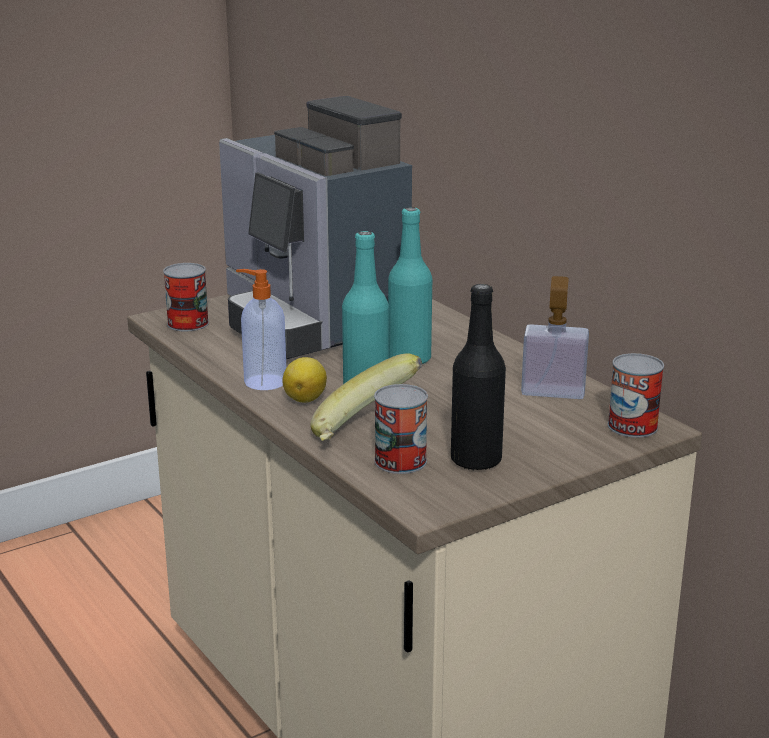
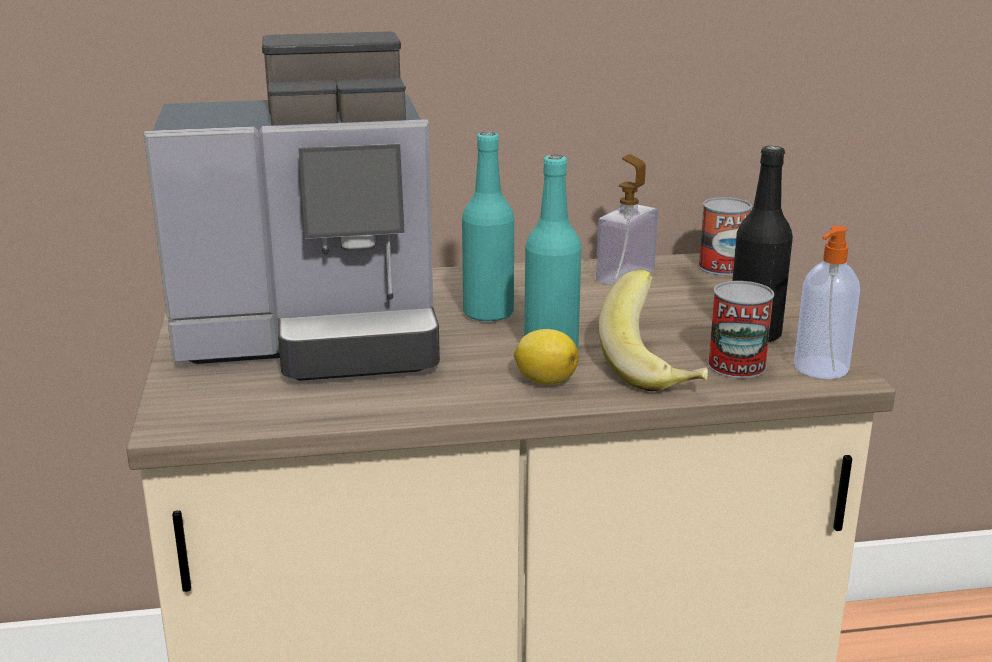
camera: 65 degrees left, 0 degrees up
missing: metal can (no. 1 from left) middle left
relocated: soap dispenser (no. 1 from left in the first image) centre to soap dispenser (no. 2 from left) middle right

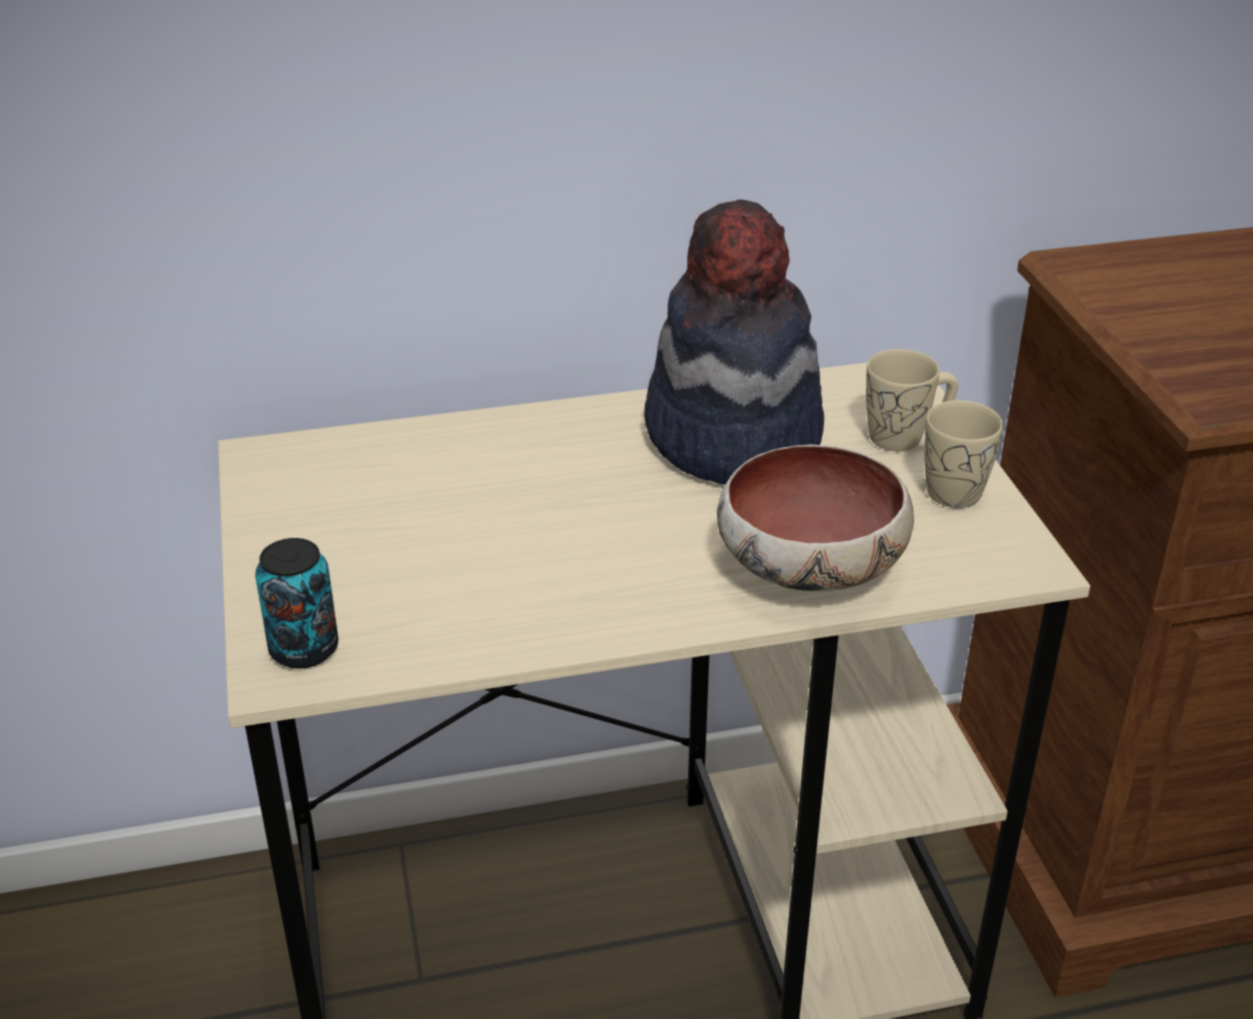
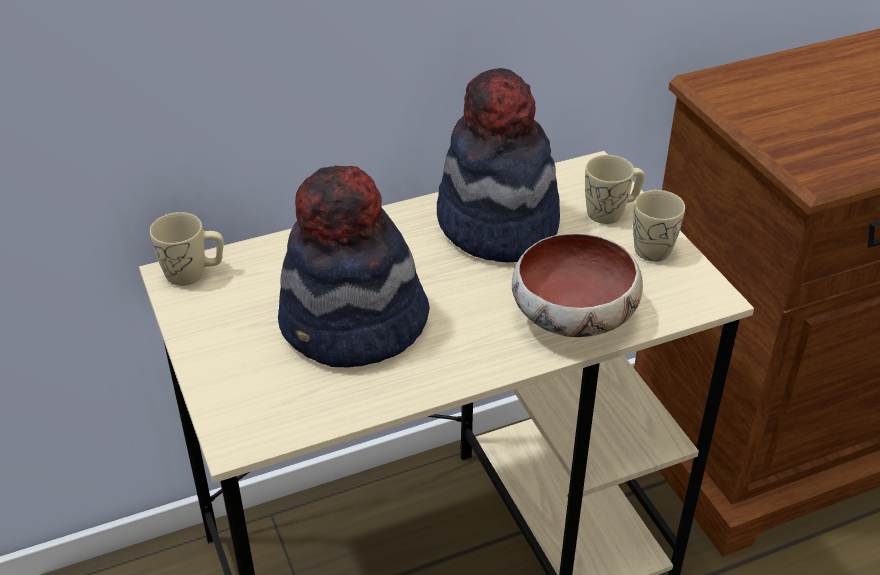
camera: 10 degrees left, 5 degrees up
missing: metal can middle left
appeared: wearable hat (no. 1 from left) centre; tea mug in beige-coloured (no. 1 from left) middle left

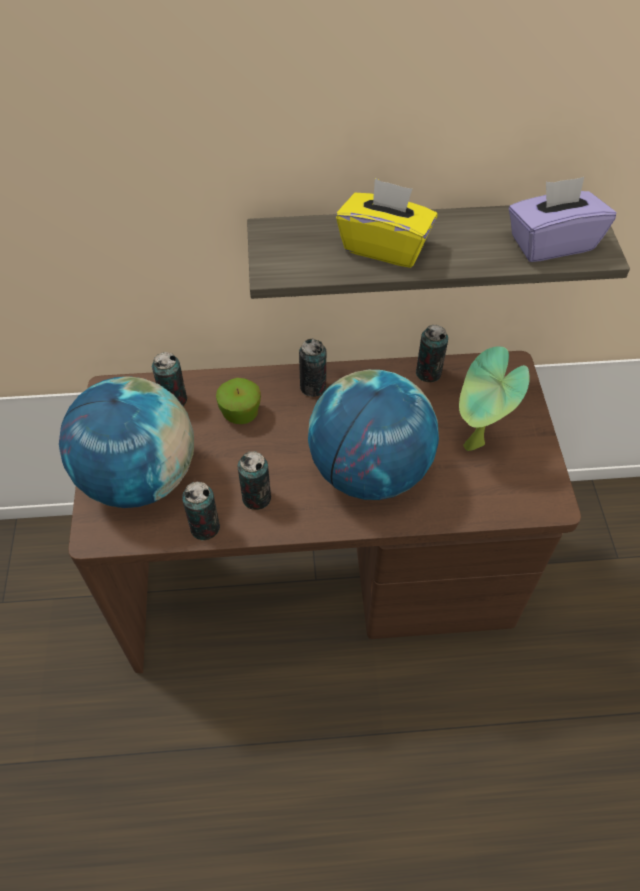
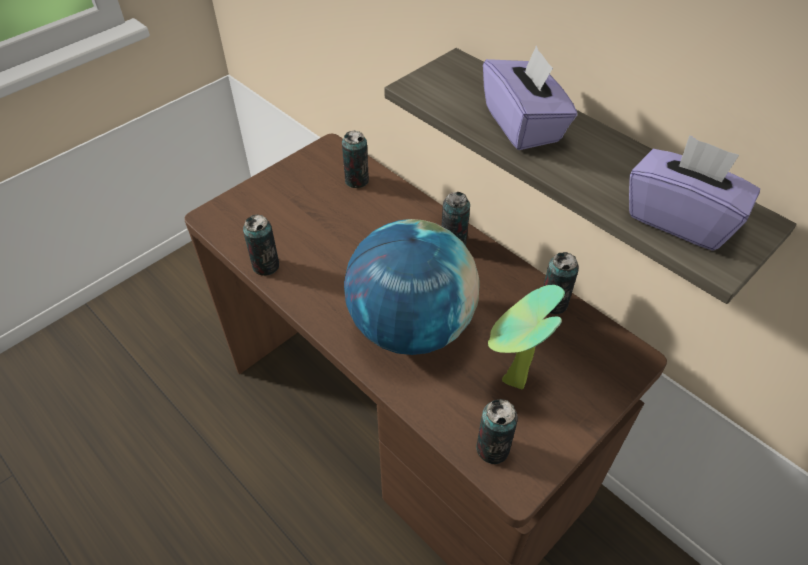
camera: 50 degrees right, 5 degrees down
missing: world globe (no. 1 from left) middle left; apple centre
relocated: metal can (no. 3 from left in the first image) centre to metal can (no. 4 from left) bottom centre
colour: tissue holder in yellow top centre to tissue holder in purple-coloured (no. 1 from left) top centre

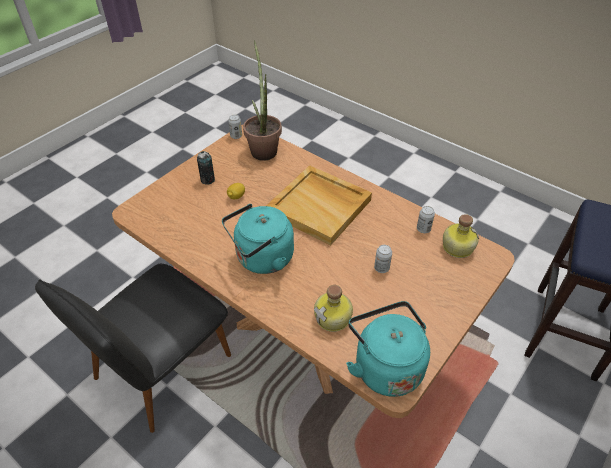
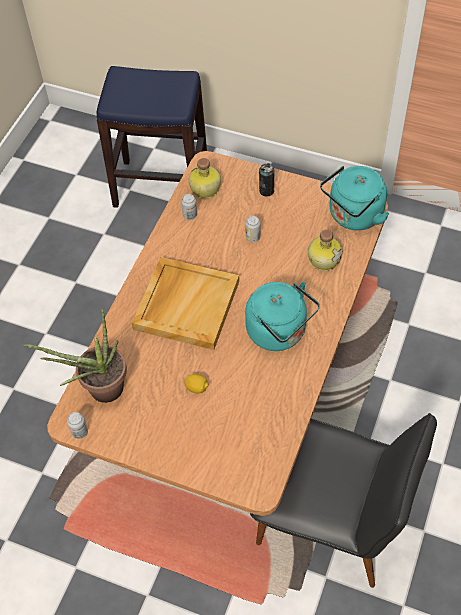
camera: 105 degrees left, 10 degrees up
relocated: metal can (no. 1 from left in the first image) centre to metal can (no. 4 from left) top centre

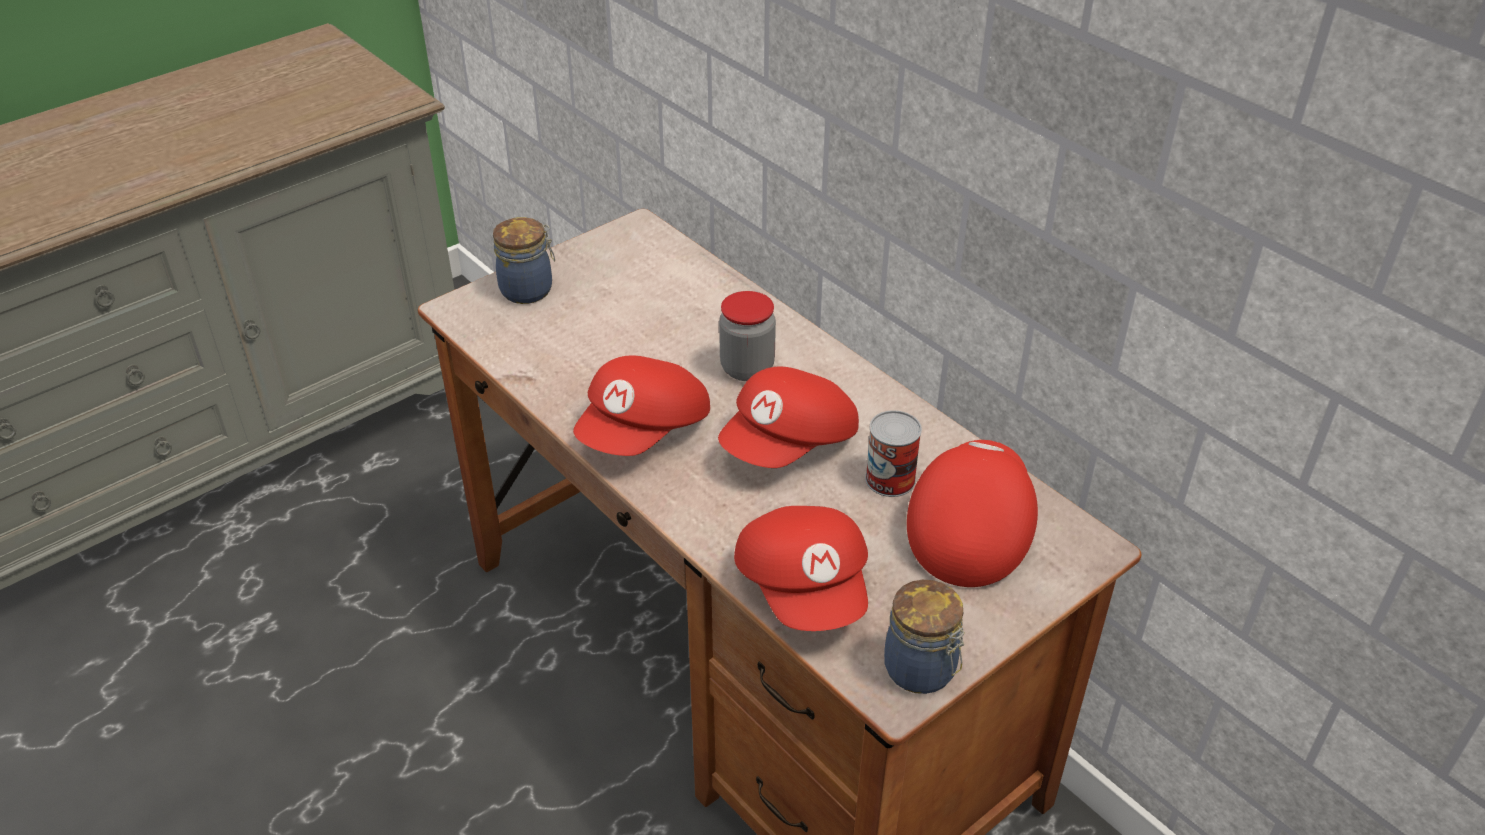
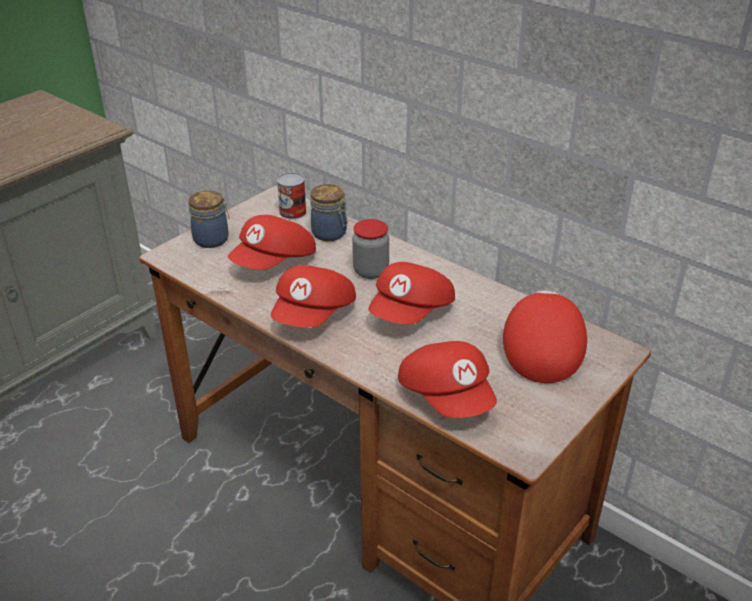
camera: 10 degrees left, 5 degrees down
appeared: baseball cap in reddish (no. 1 from left) centre
relocated: metal can centre to top centre; storage jar (no. 3 from left in the first image) bottom centre to storage jar (no. 2 from left) centre

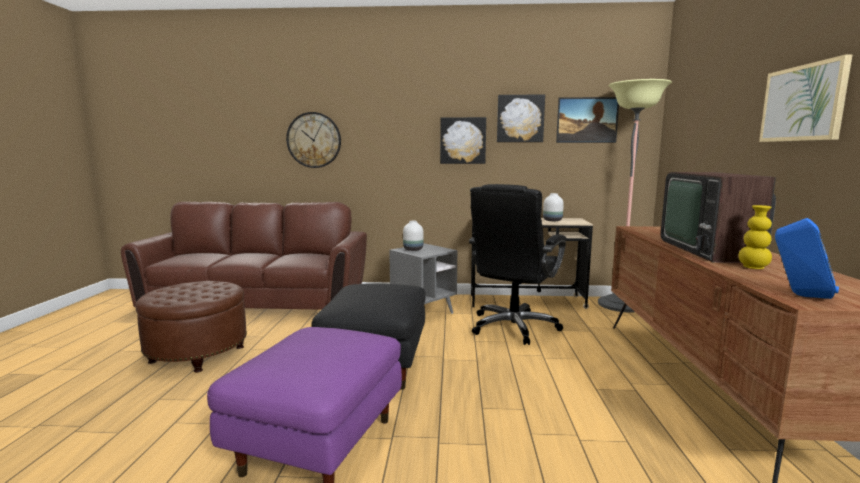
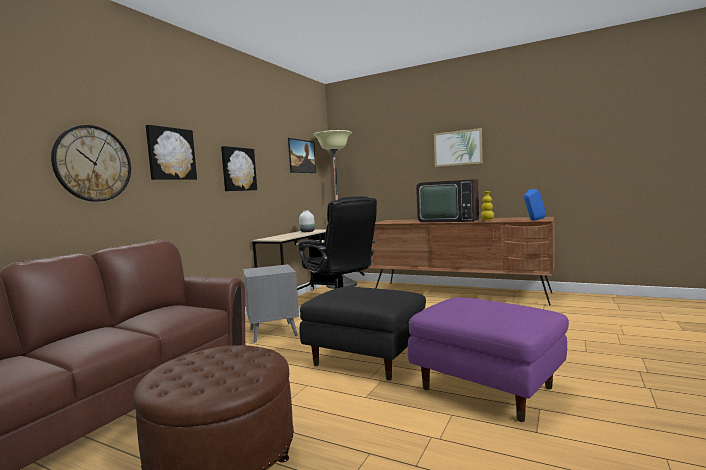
camera: 65 degrees left, 5 degrees down
missing: vase in whitish (no. 1 from left) centre
relocated: wall picture (no. 2 from left in the first image) top centre to wall picture (no. 1 from left) top left

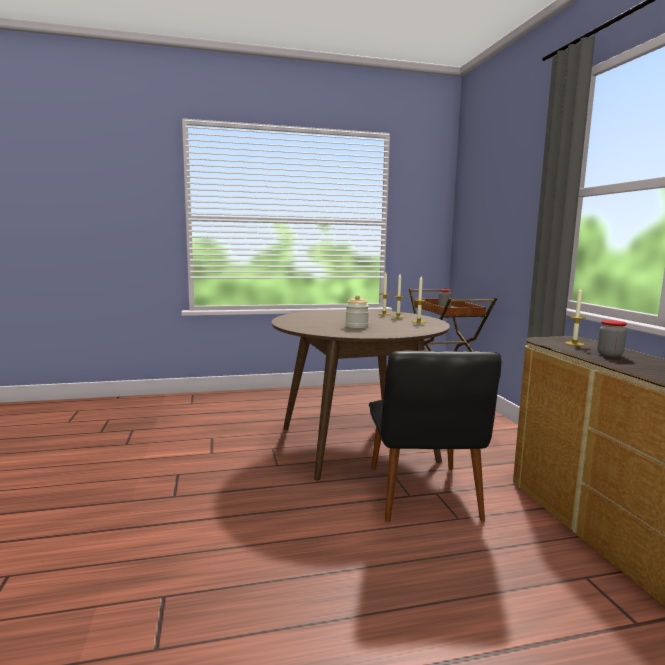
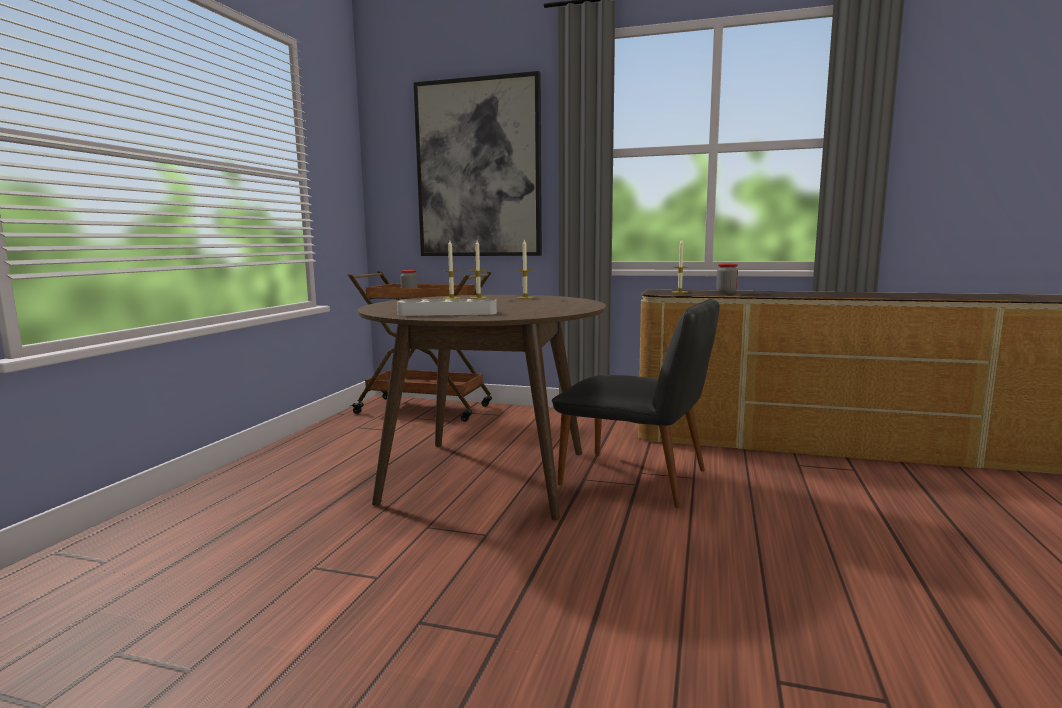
camera: 60 degrees left, 0 degrees up
missing: storage jar (no. 1 from left) centre
appeared: wall picture top centre; serving tray in greyish centre

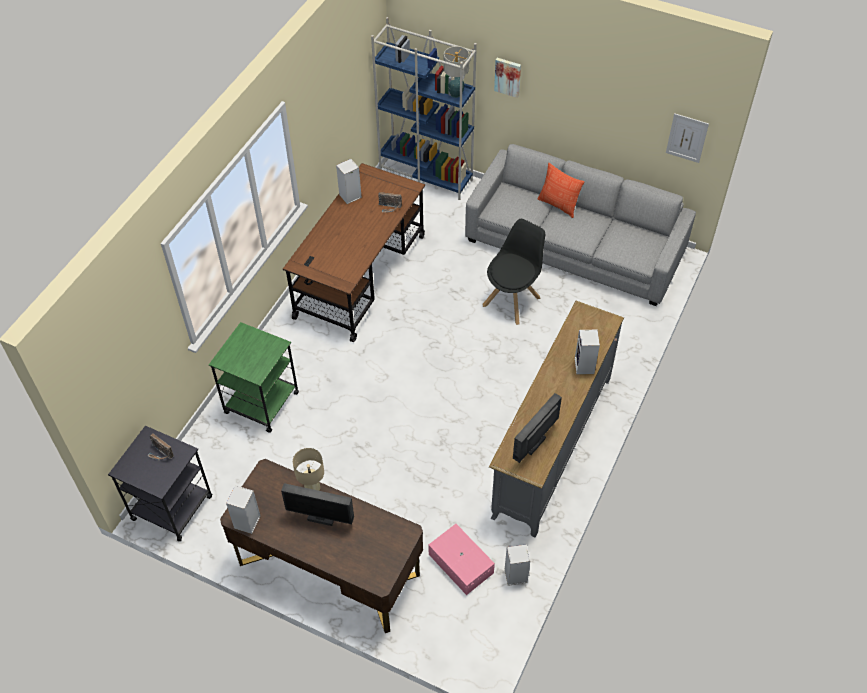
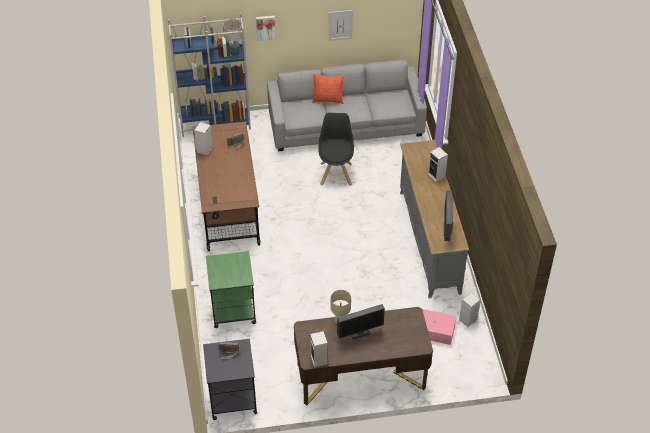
camera: 35 degrees left, 5 degrees down
relocated: wall picture (no. 2 from left) top right to top centre

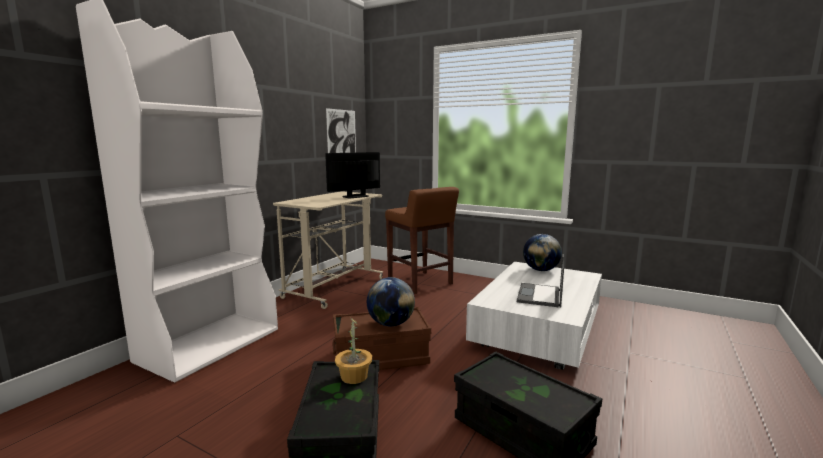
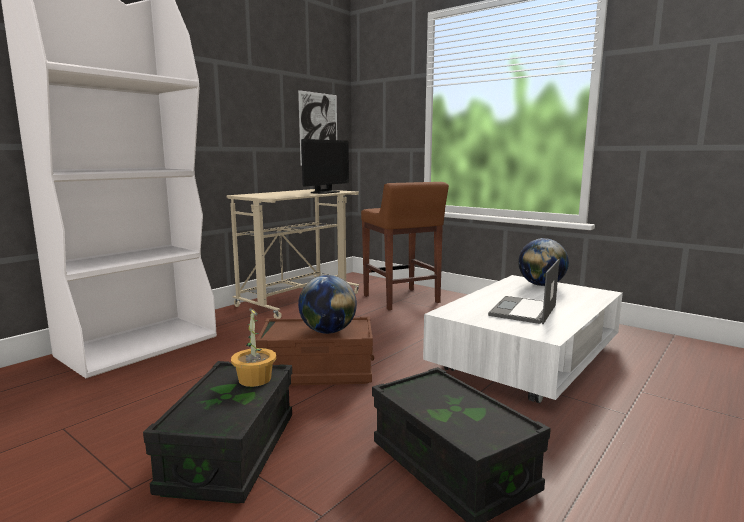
camera: 10 degrees right, 0 degrees up
spun: computer display centre = top centre 150 degrees clockwise

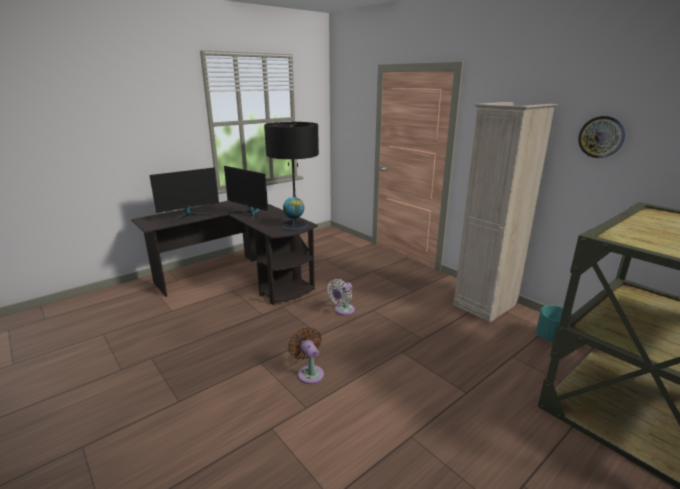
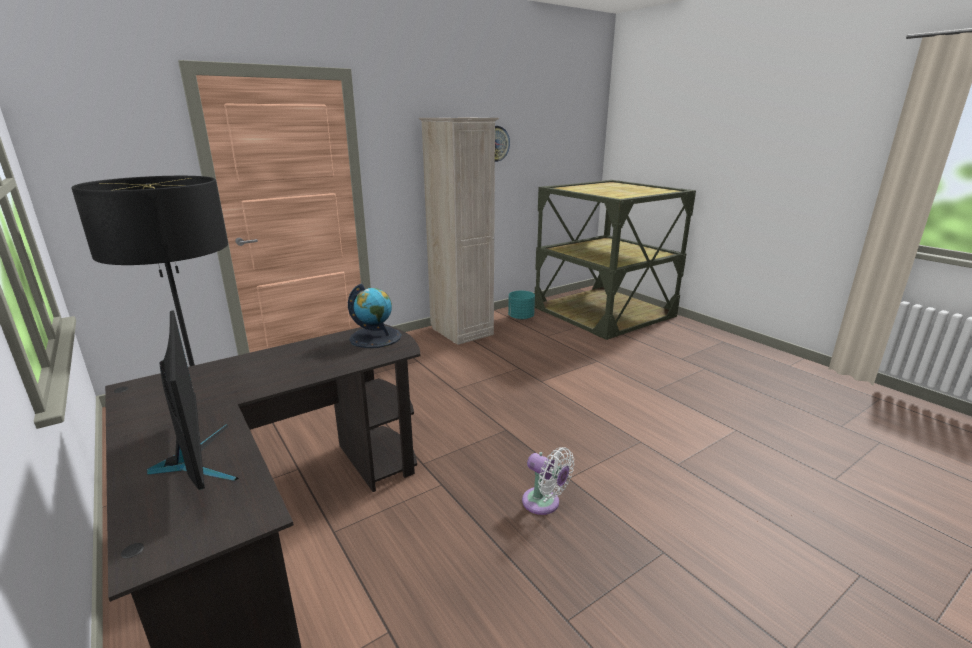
camera: 85 degrees left, 0 degrees up
missing: computer display (no. 2 from left) centre; electric fan in brownish bottom centre
relocated: electric fan in whitish centre to bottom centre

